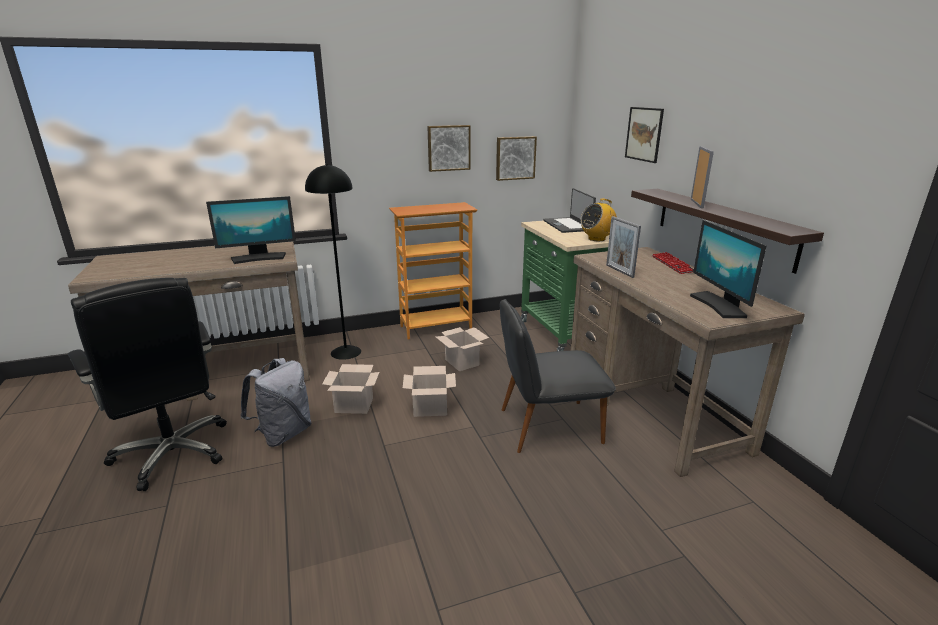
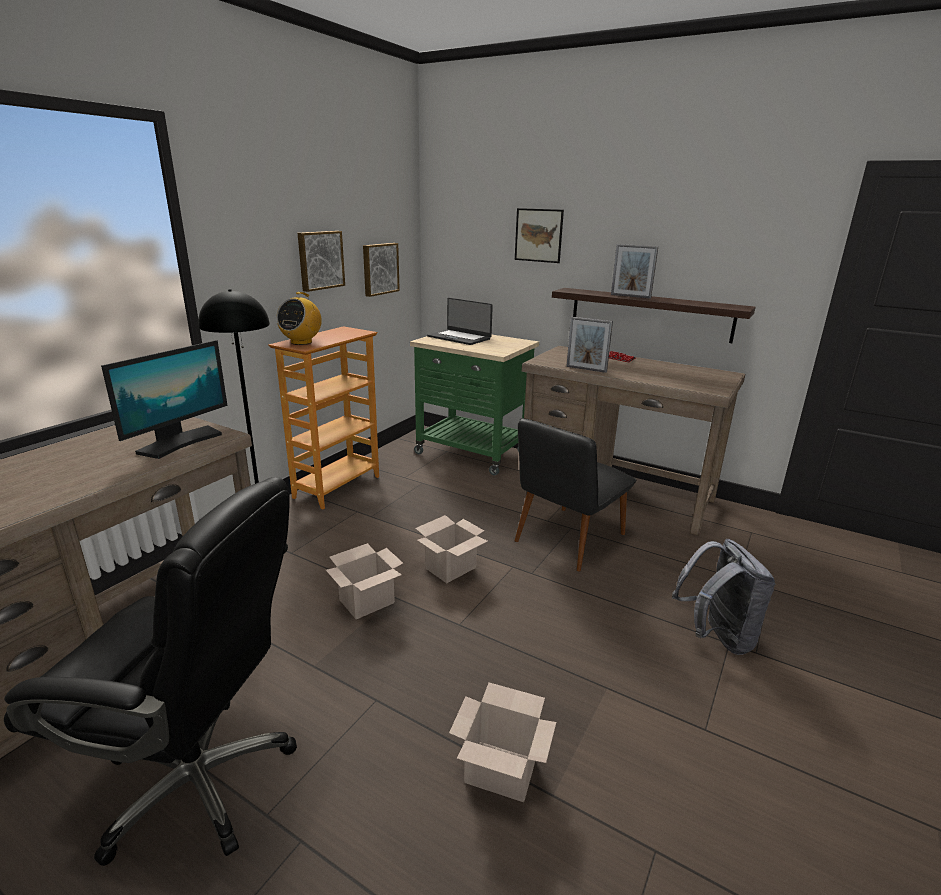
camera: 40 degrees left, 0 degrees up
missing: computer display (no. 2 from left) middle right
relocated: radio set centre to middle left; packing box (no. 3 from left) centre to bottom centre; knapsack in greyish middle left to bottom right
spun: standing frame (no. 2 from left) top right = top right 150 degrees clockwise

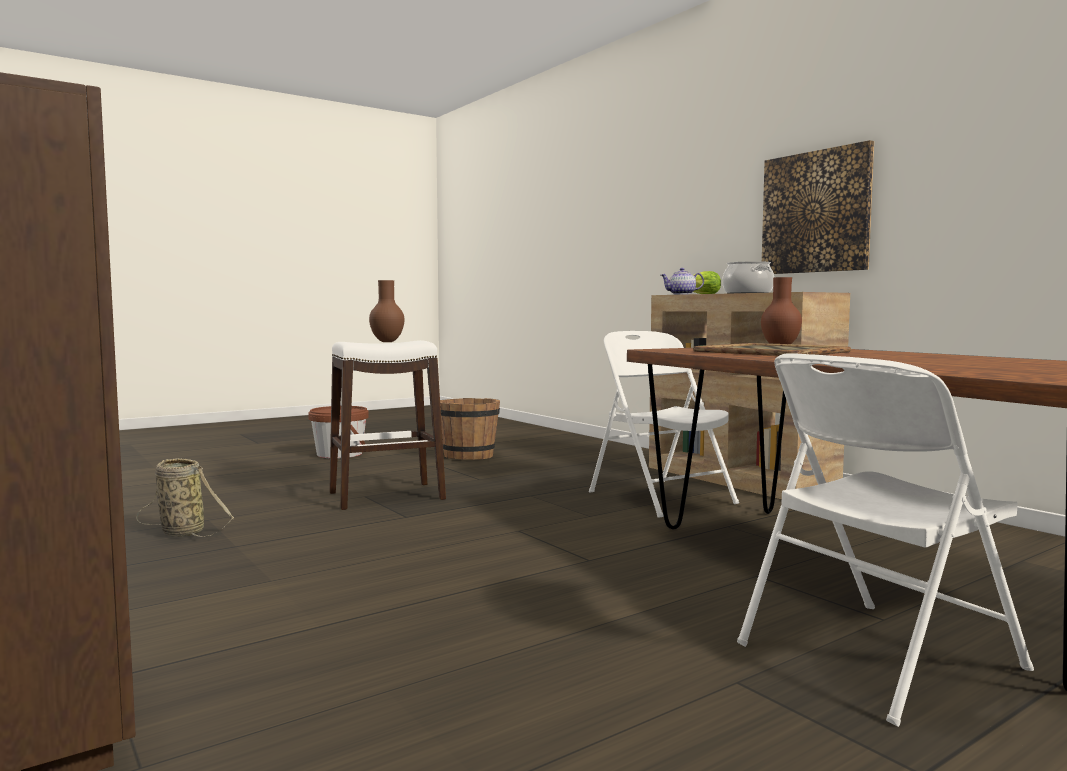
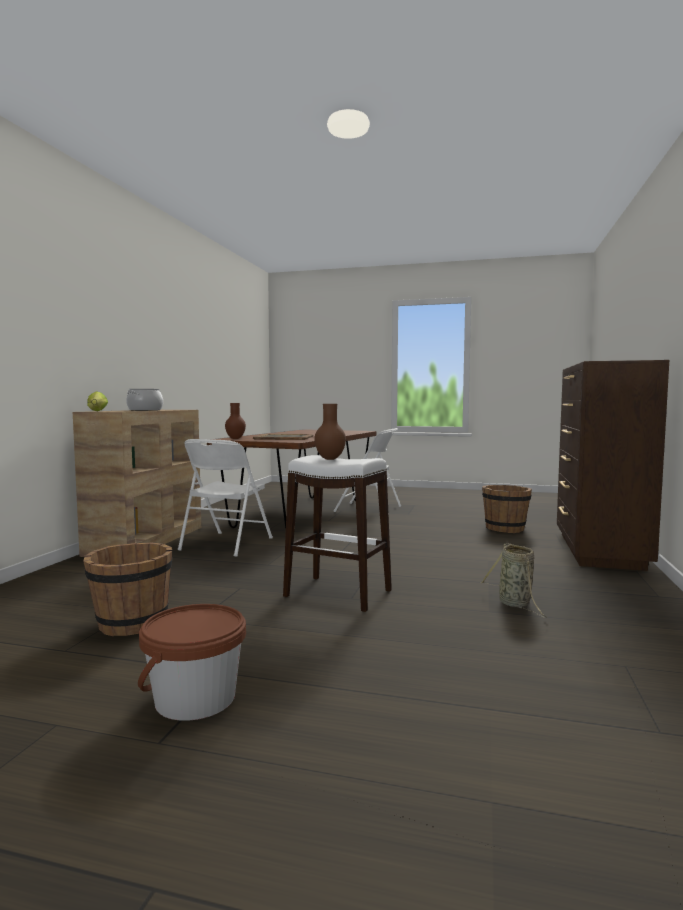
camera: 130 degrees left, 0 degrees up
missing: wall picture top right; teapot centre
appeared: bucket in brownish (no. 3 from left) middle right

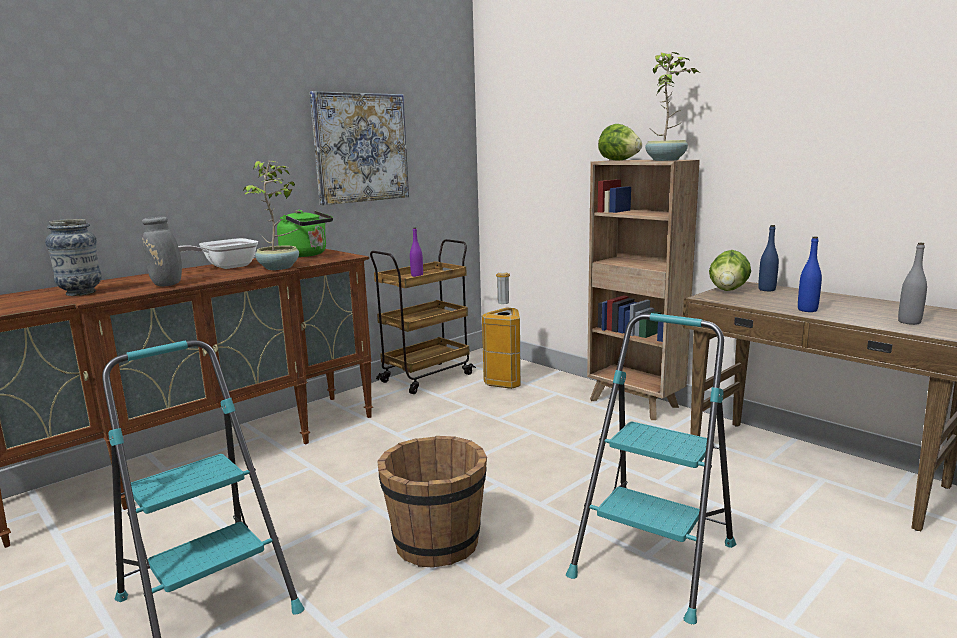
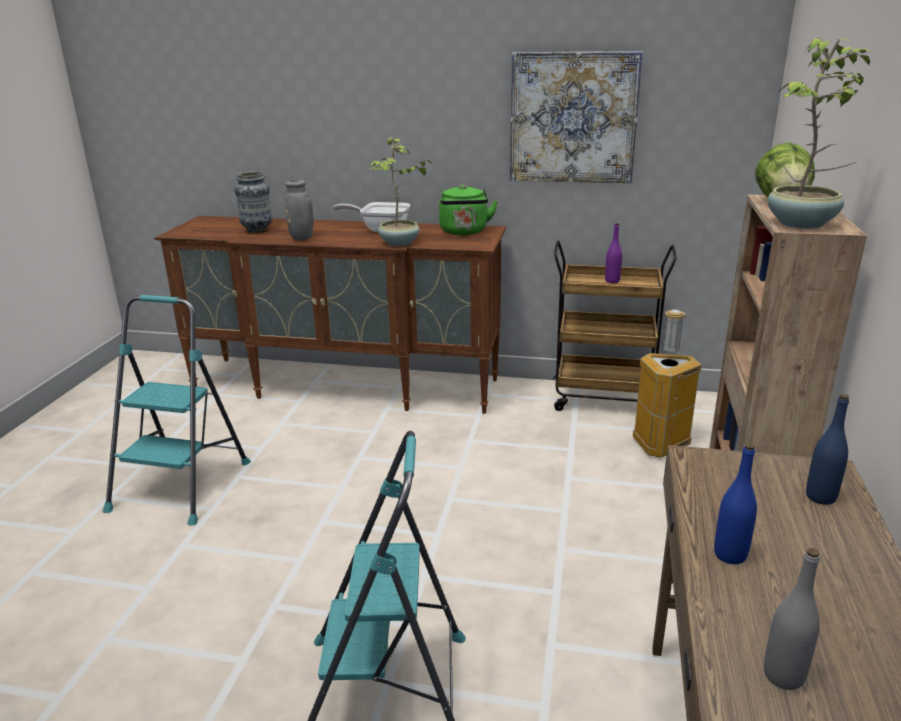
camera: 55 degrees right, 10 degrees up
missing: head of lettuce (no. 2 from left) middle right; bucket in brownish bottom centre

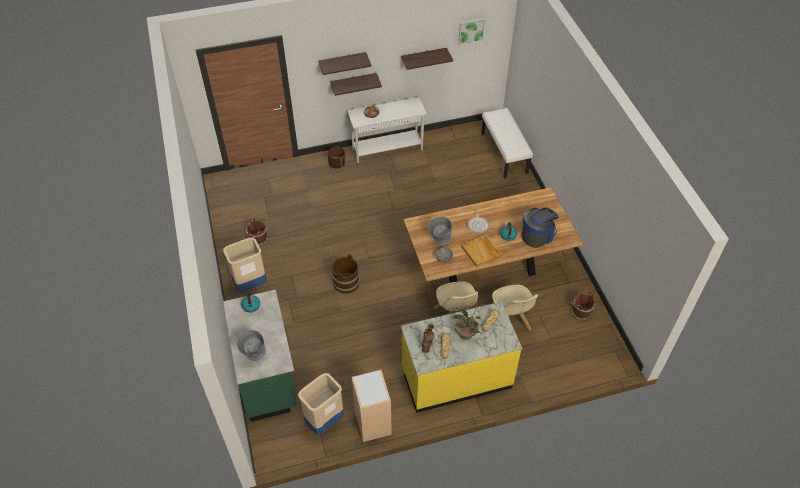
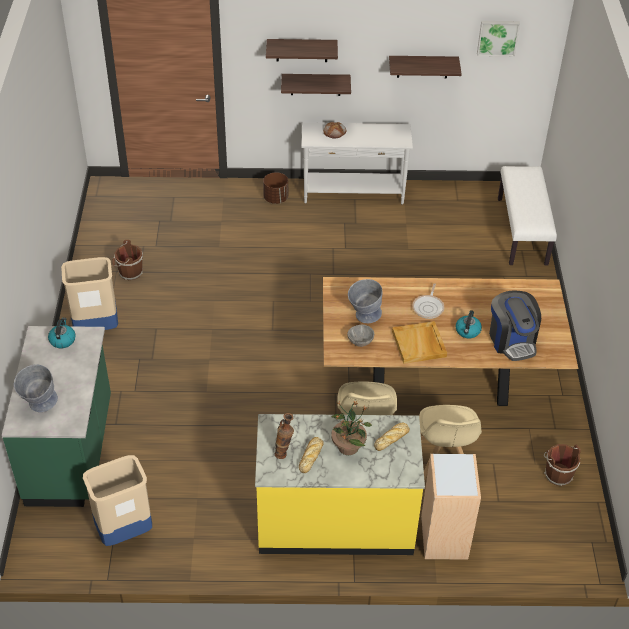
camera: 15 degrees right, 5 degrees down
missing: bucket in brownish (no. 2 from left) centre
relocated: bookcase bottom centre to bottom right
spun: coffee maker middle right = middle right 90 degrees clockwise

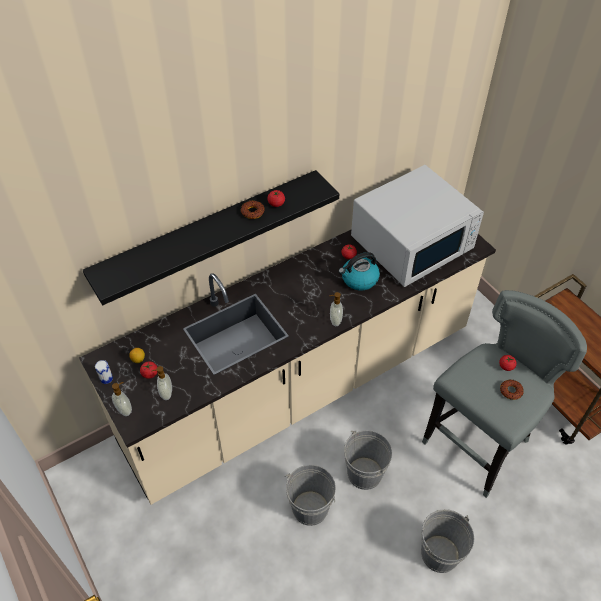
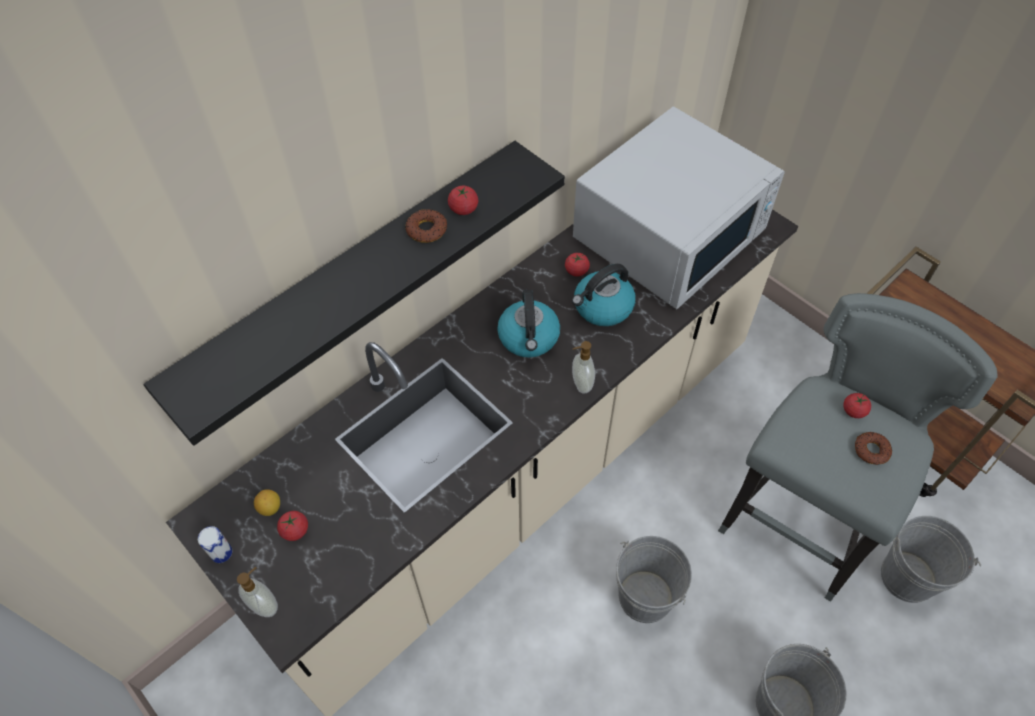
camera: 10 degrees left, 5 degrees up
missing: soap dispenser (no. 2 from left) middle left
appeared: tea kettle (no. 1 from left) centre
relocated: bucket in greyish (no. 1 from left in the first image) bottom centre to bucket in greyish (no. 3 from left) bottom right

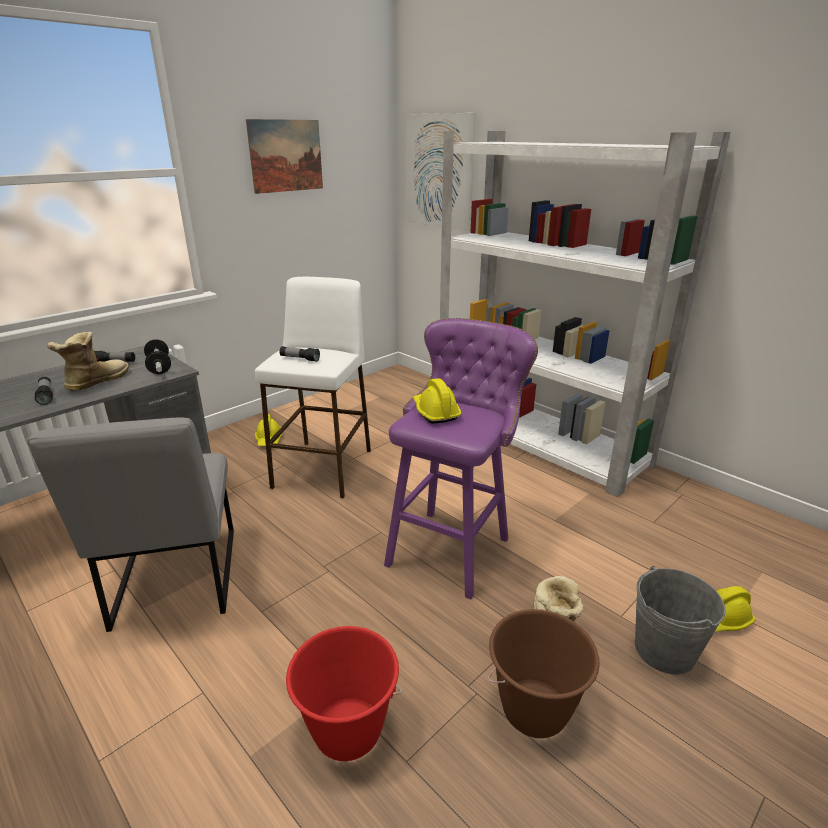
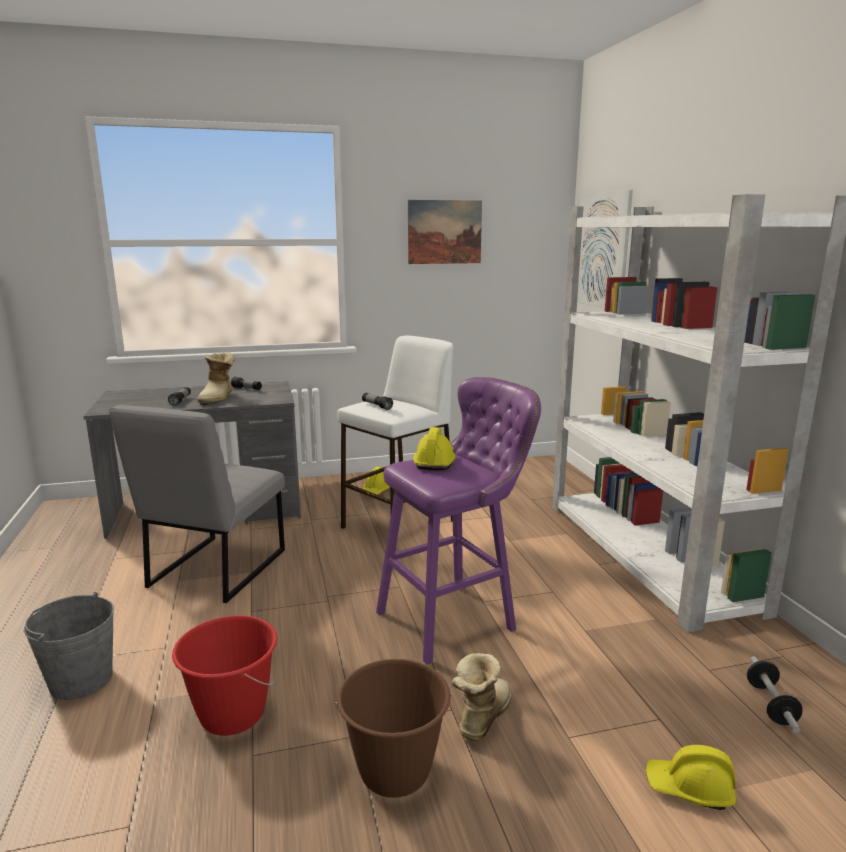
camera: 30 degrees right, 10 degrees down
relocated: hand weight middle left to bottom right; bucket in greyish bottom right to bottom left
spun: tall boot (no. 1 from left) middle left = middle left 135 degrees clockwise

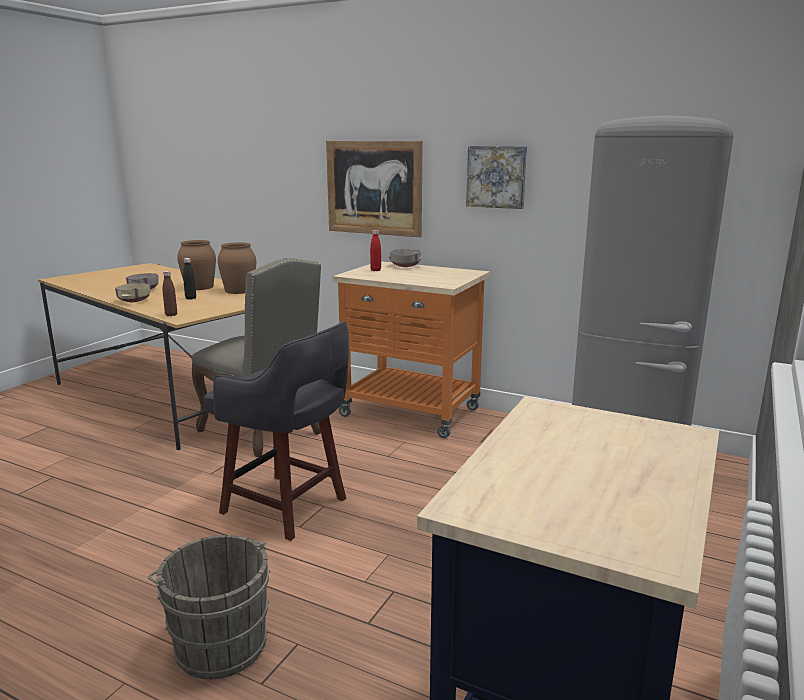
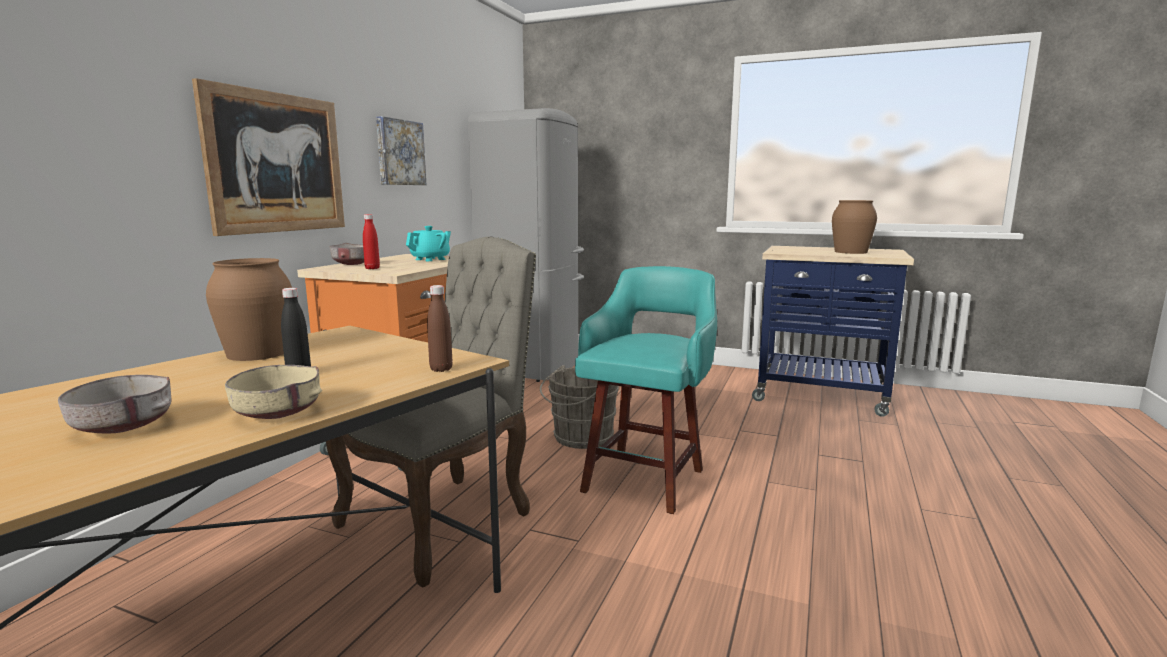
camera: 95 degrees left, 5 degrees down
appeared: teapot in turquoise centre
relocated: vase in brownish (no. 1 from left in the first image) middle left to vase in brownish (no. 2 from left) middle right; bucket in greyish bottom left to centre
colour: stool seat in greyish centre to stool seat in turquoise centre

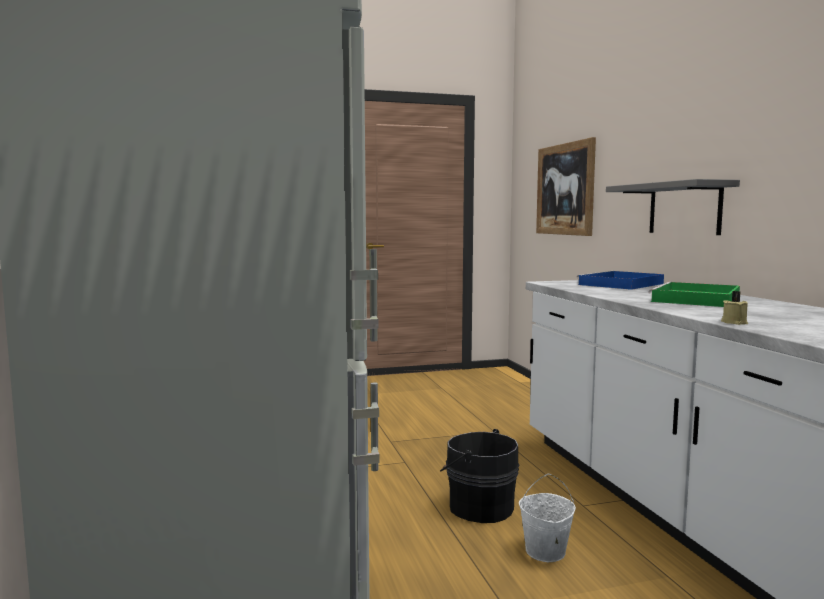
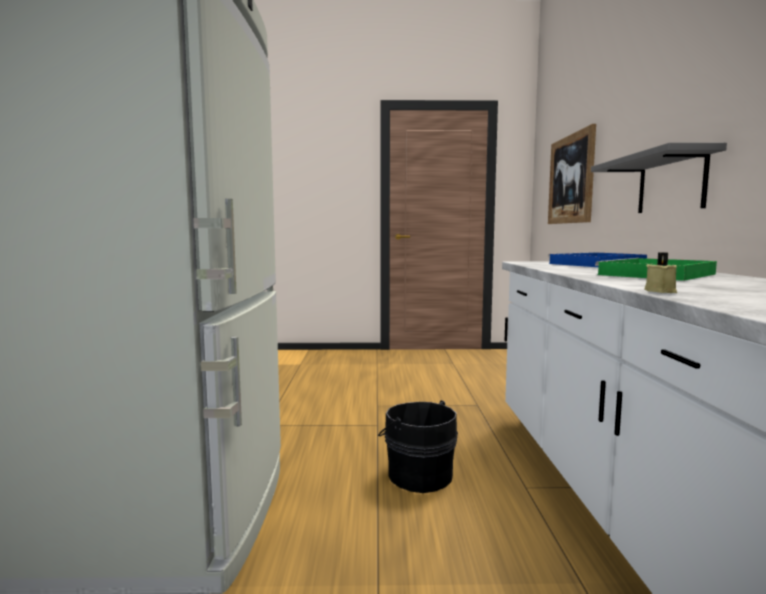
camera: 15 degrees right, 0 degrees up
missing: bucket in whitish bottom centre

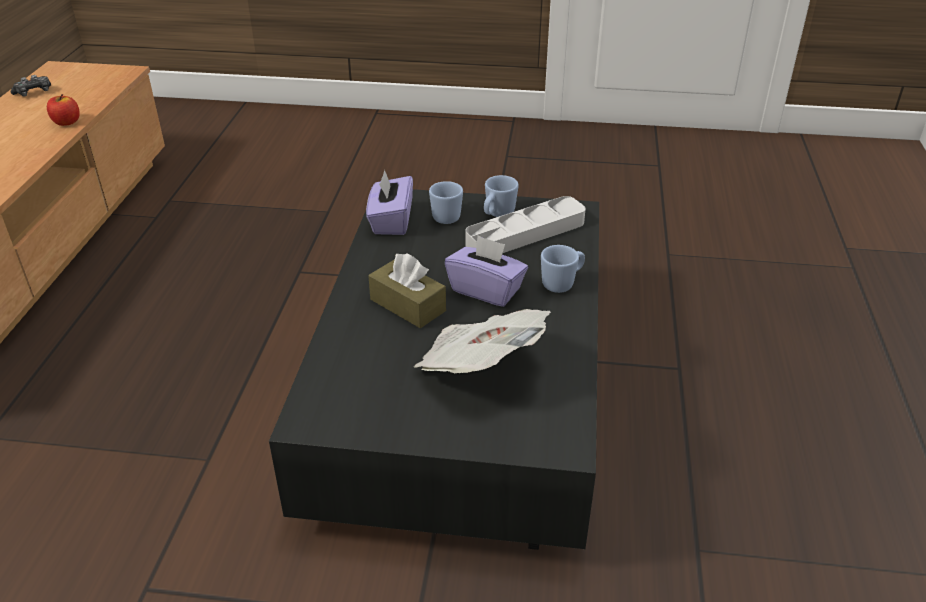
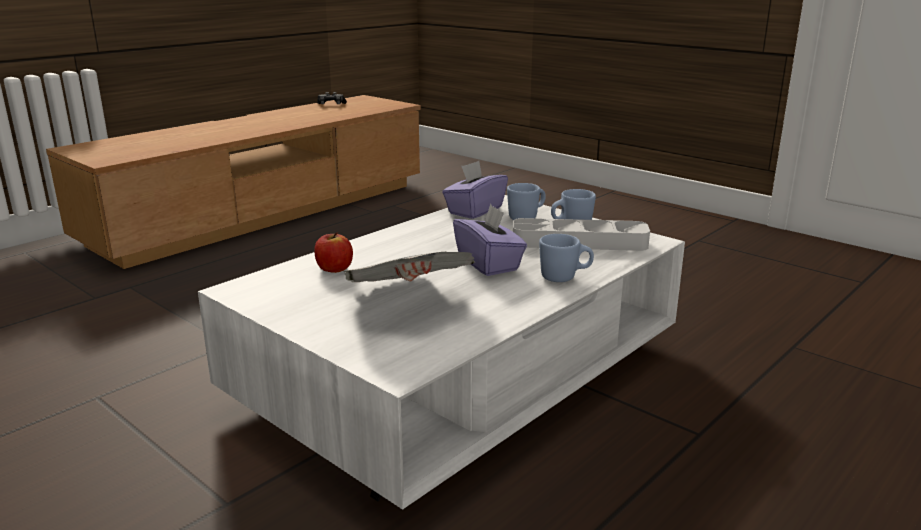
camera: 35 degrees right, 15 degrees down
missing: tissue holder in brownish centre
relocated: apple top left to centre
colour: coffee table in black-coloured centre to coffee table in whitish centre

